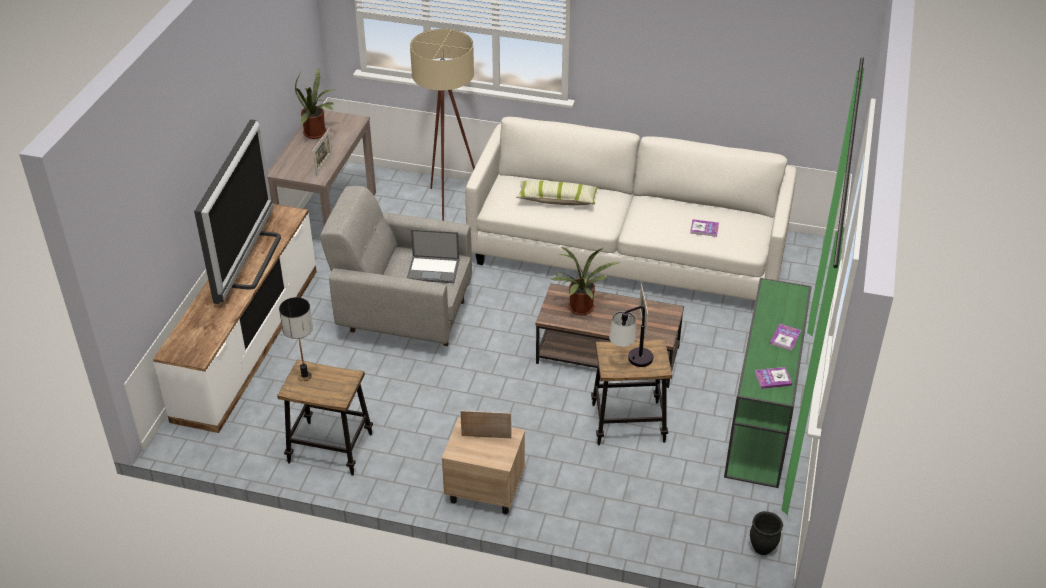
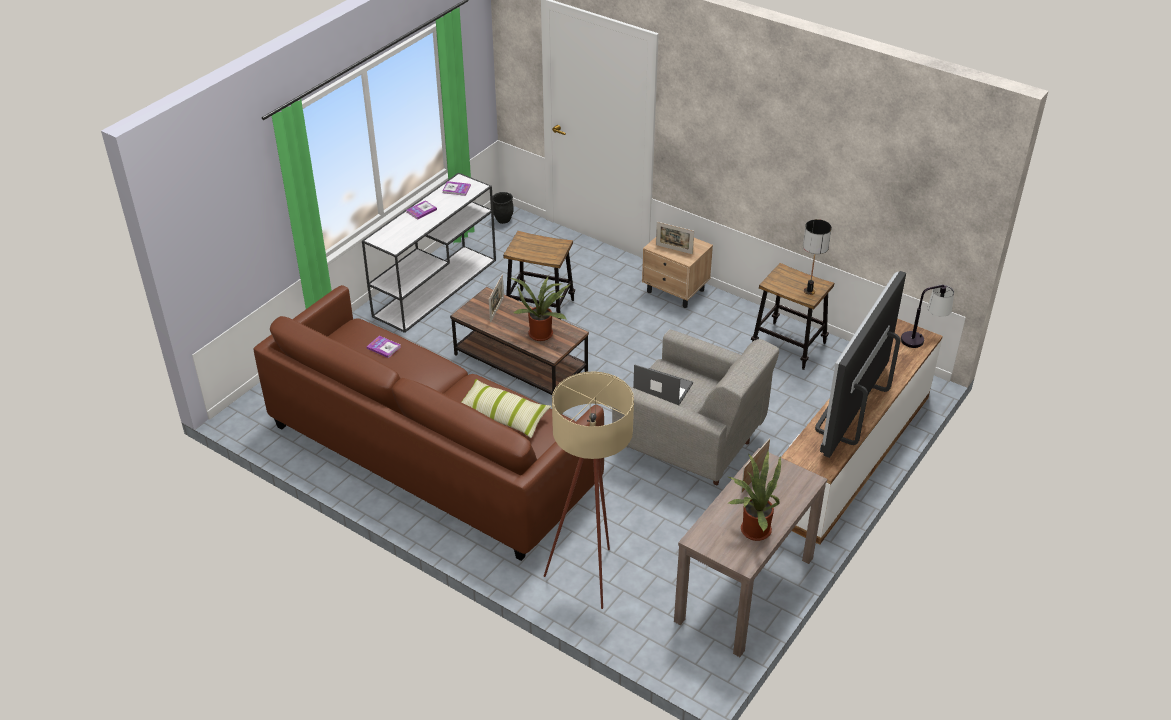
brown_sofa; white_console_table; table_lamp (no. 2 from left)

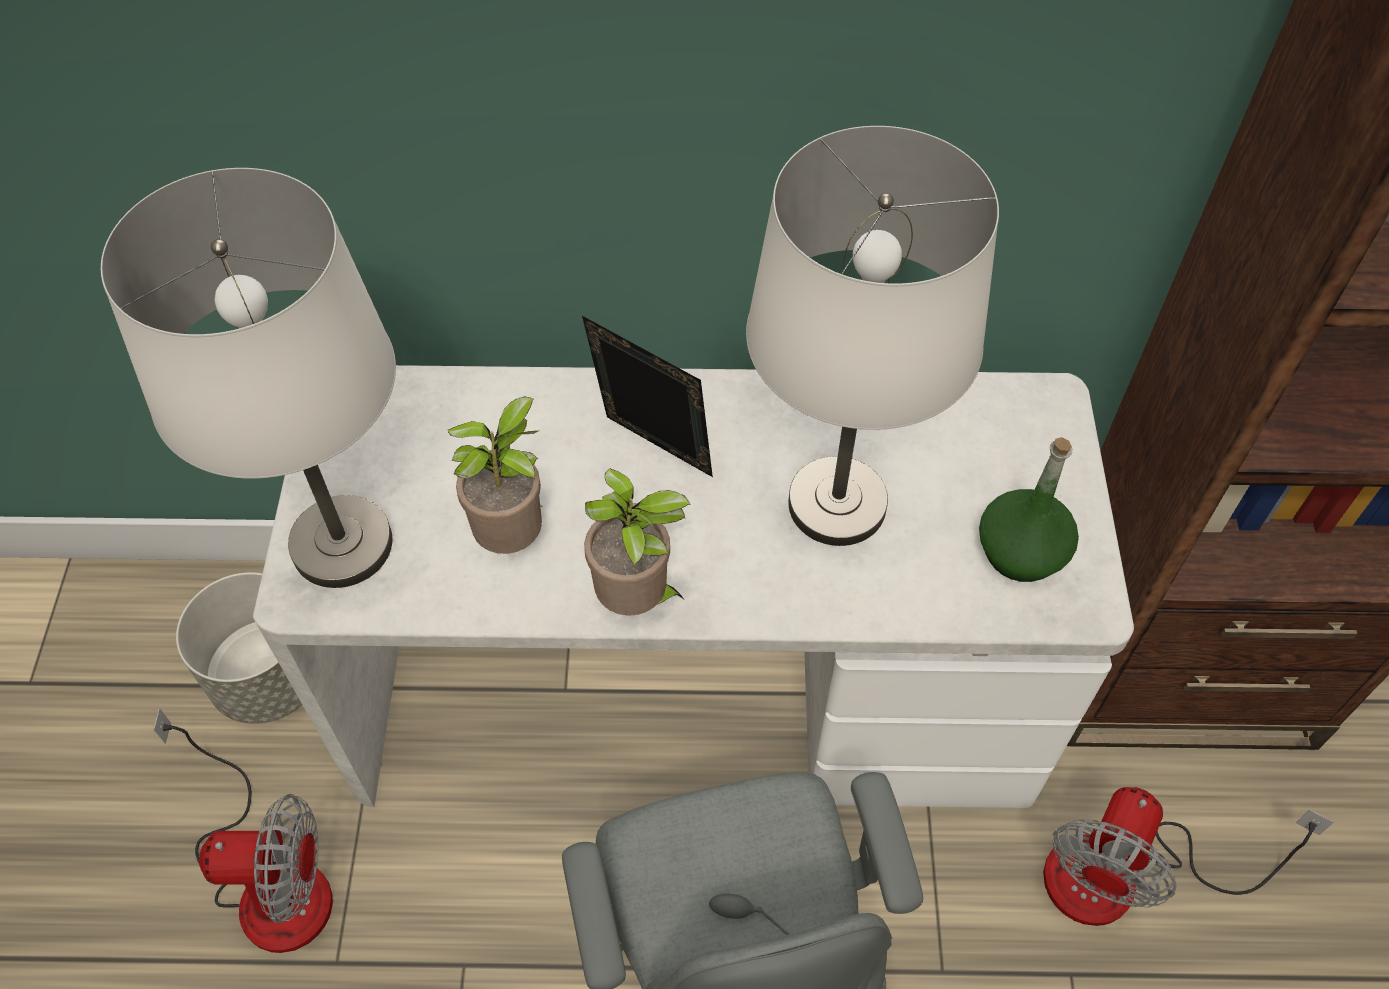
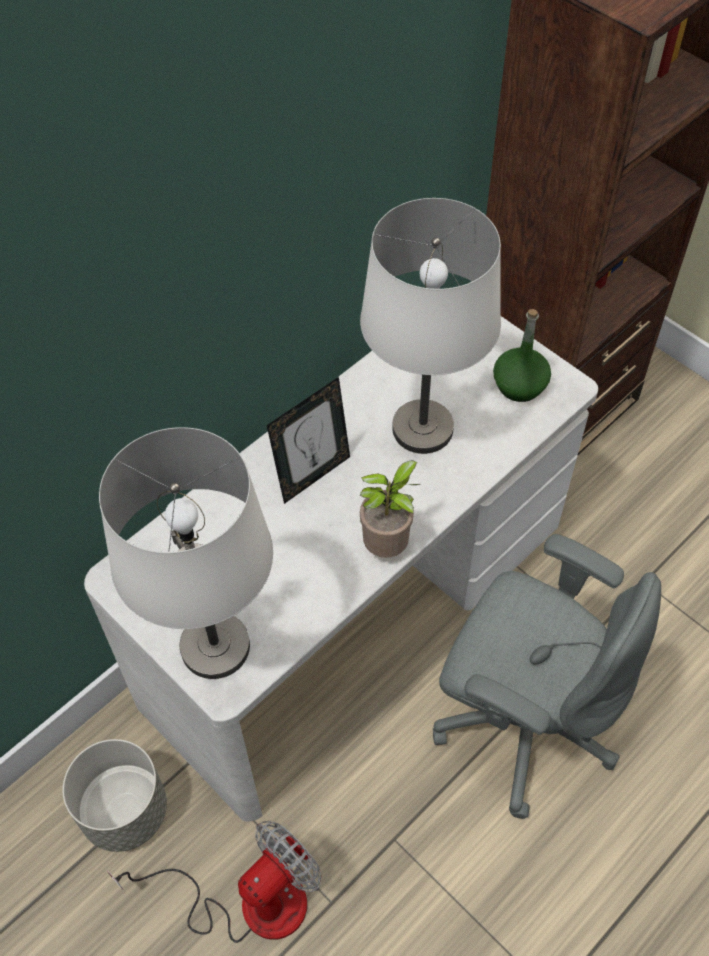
picture_frame; potted_plant (no. 1 from left in the first image); fan (no. 2 from left in the first image)

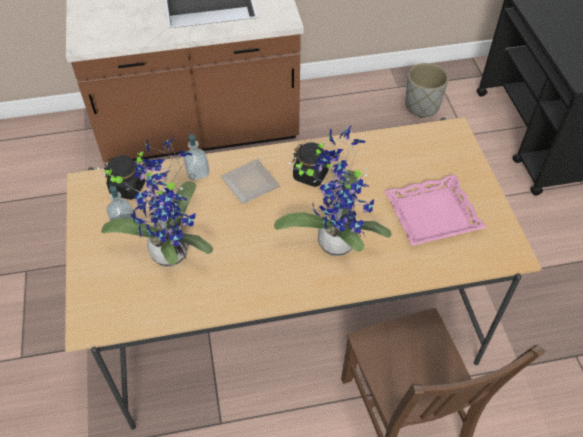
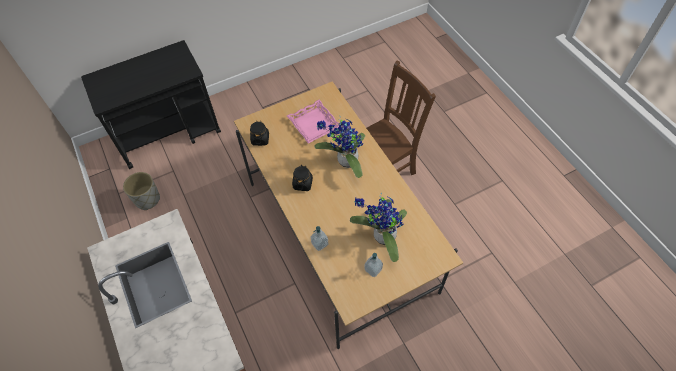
black_jar (no. 1 from left); plate

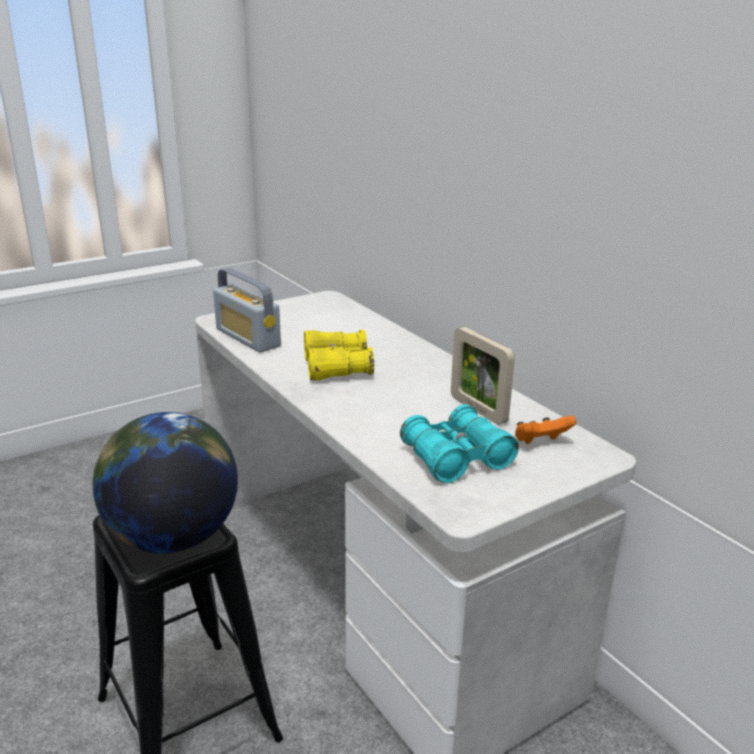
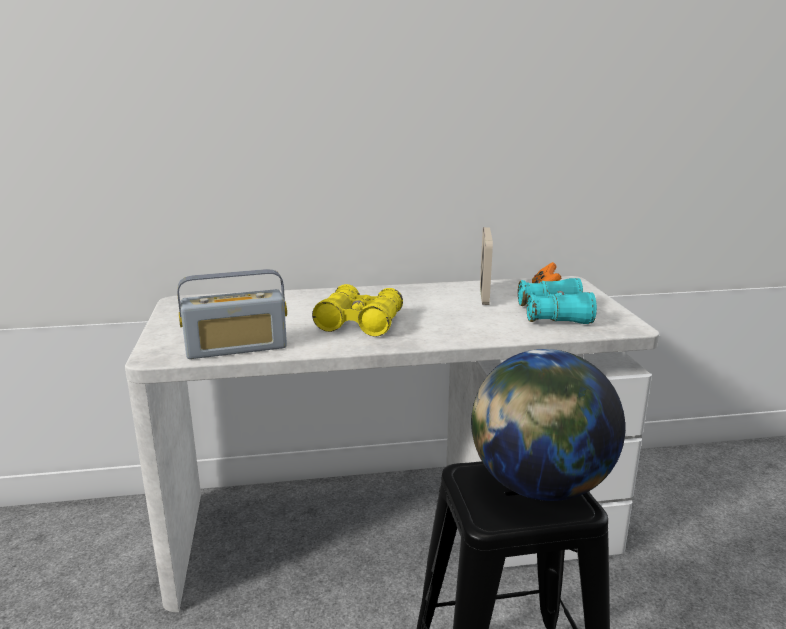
picture_frame

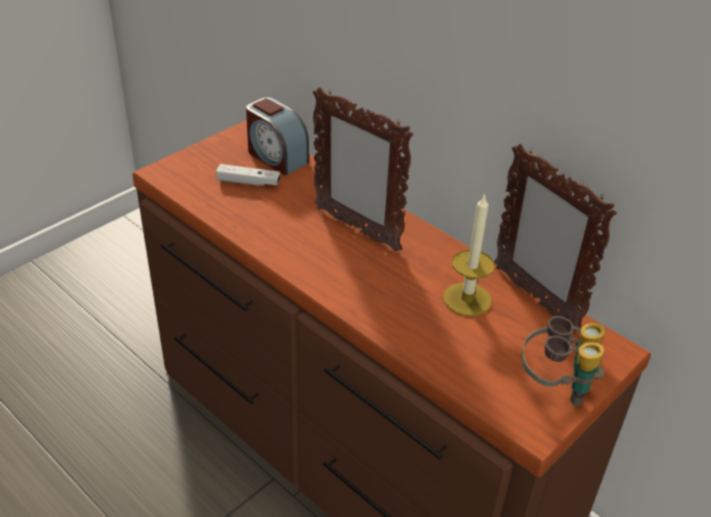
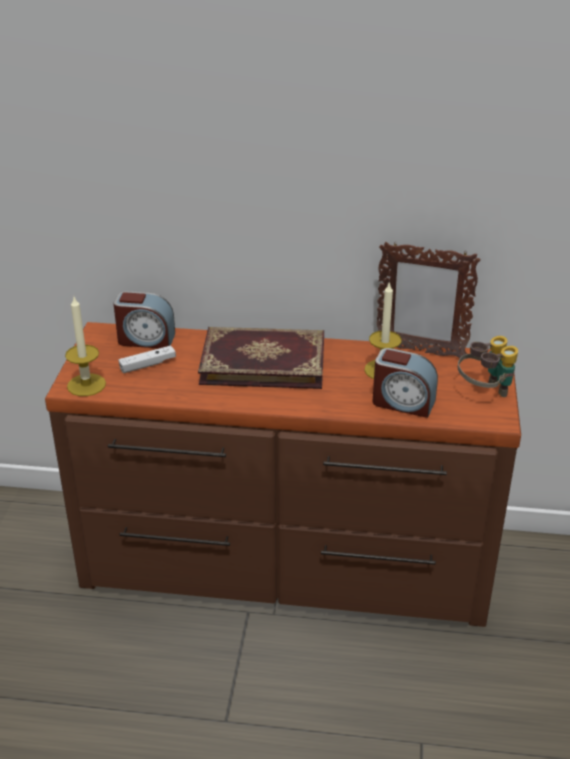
candle (no. 1 from left); book; alarm_clock (no. 2 from left)

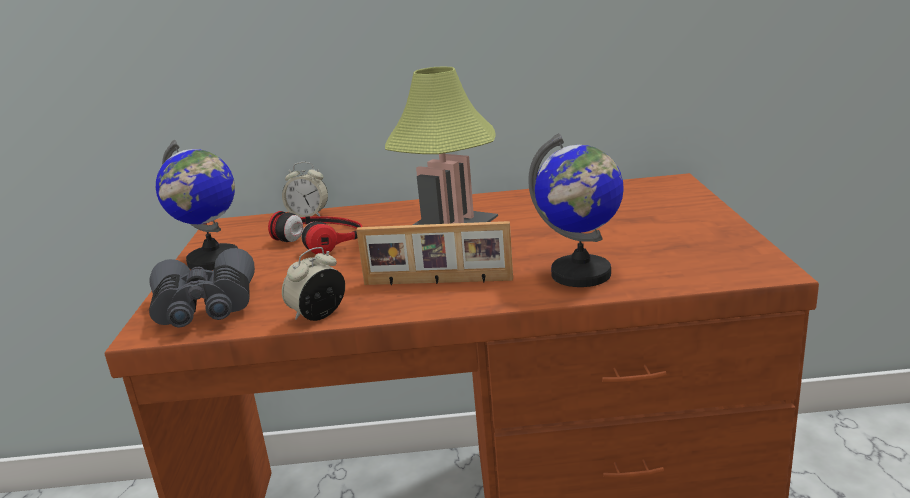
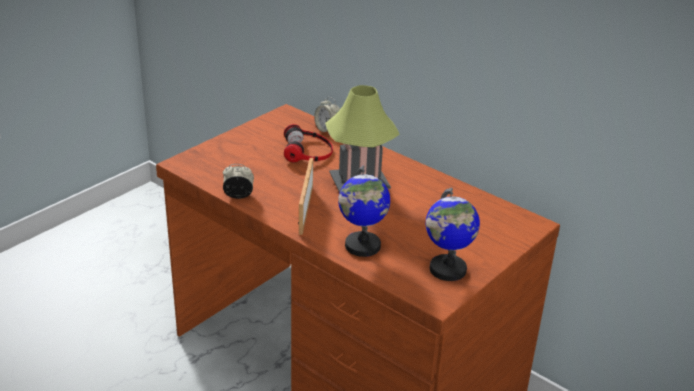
picture_frame; globe (no. 2 from left); grey_binoculars

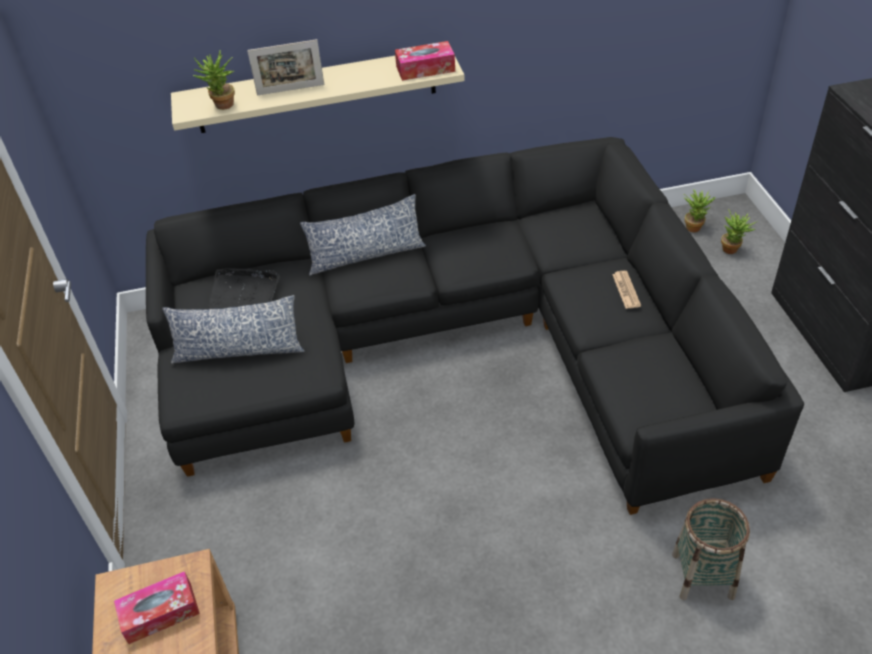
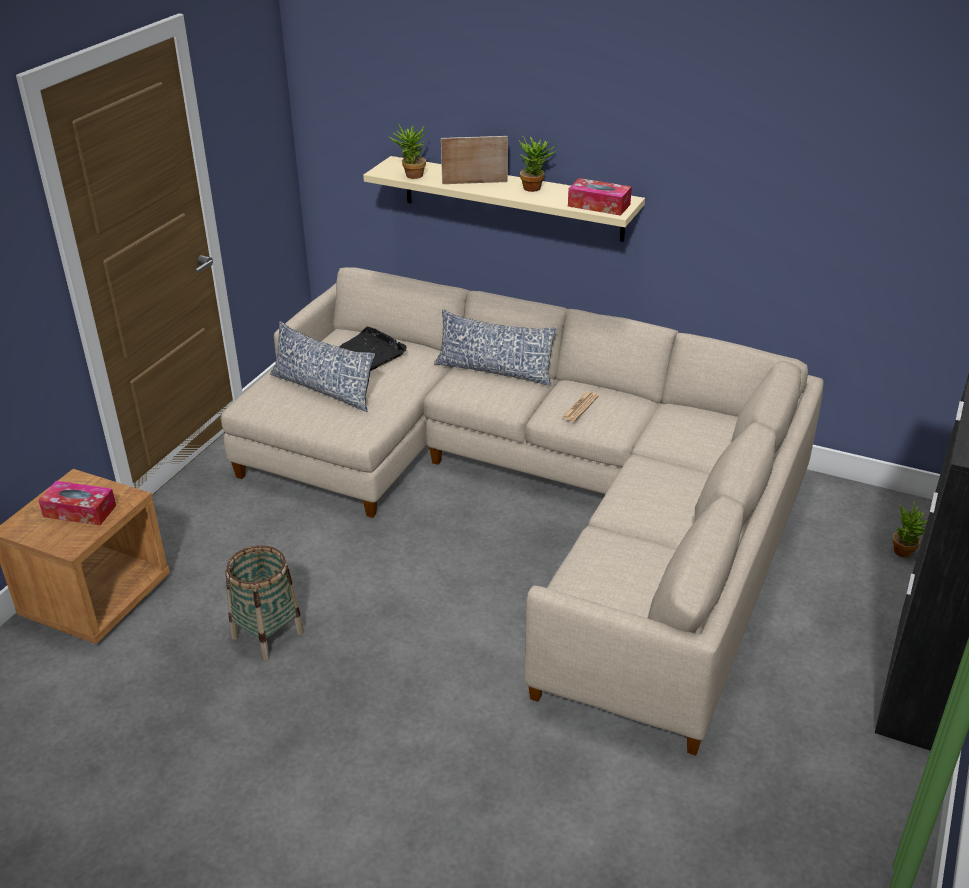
beige_sofa; basket; picture_frame; potted_plant (no. 2 from left); newspaper

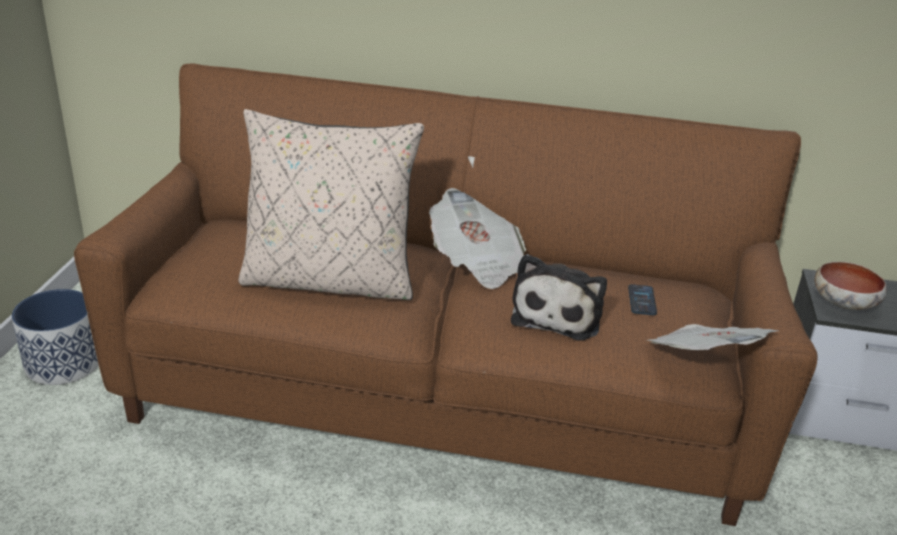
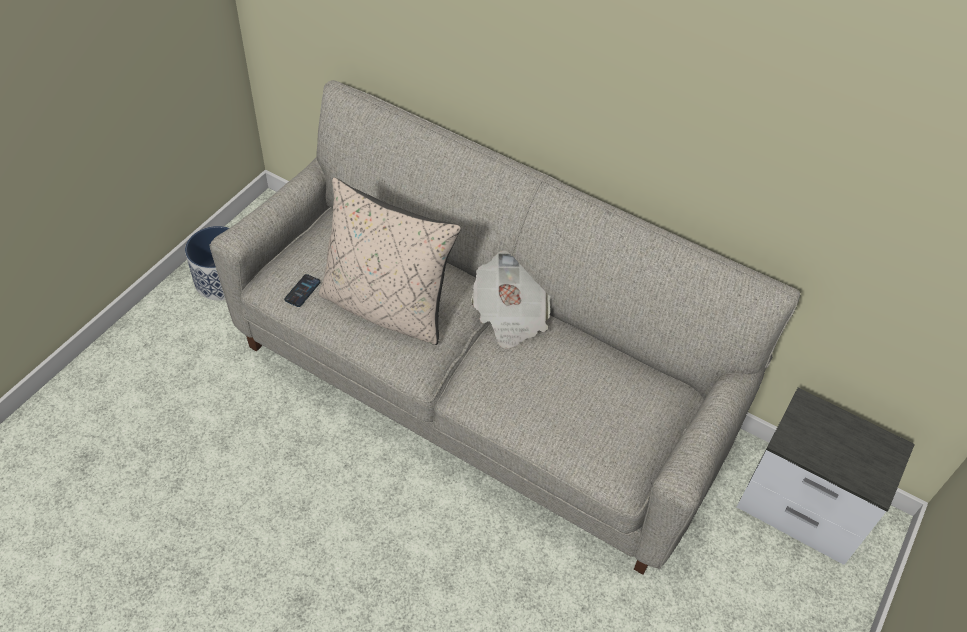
grey_sofa; phone; plush_toy; newspaper (no. 2 from left in the first image); bowl

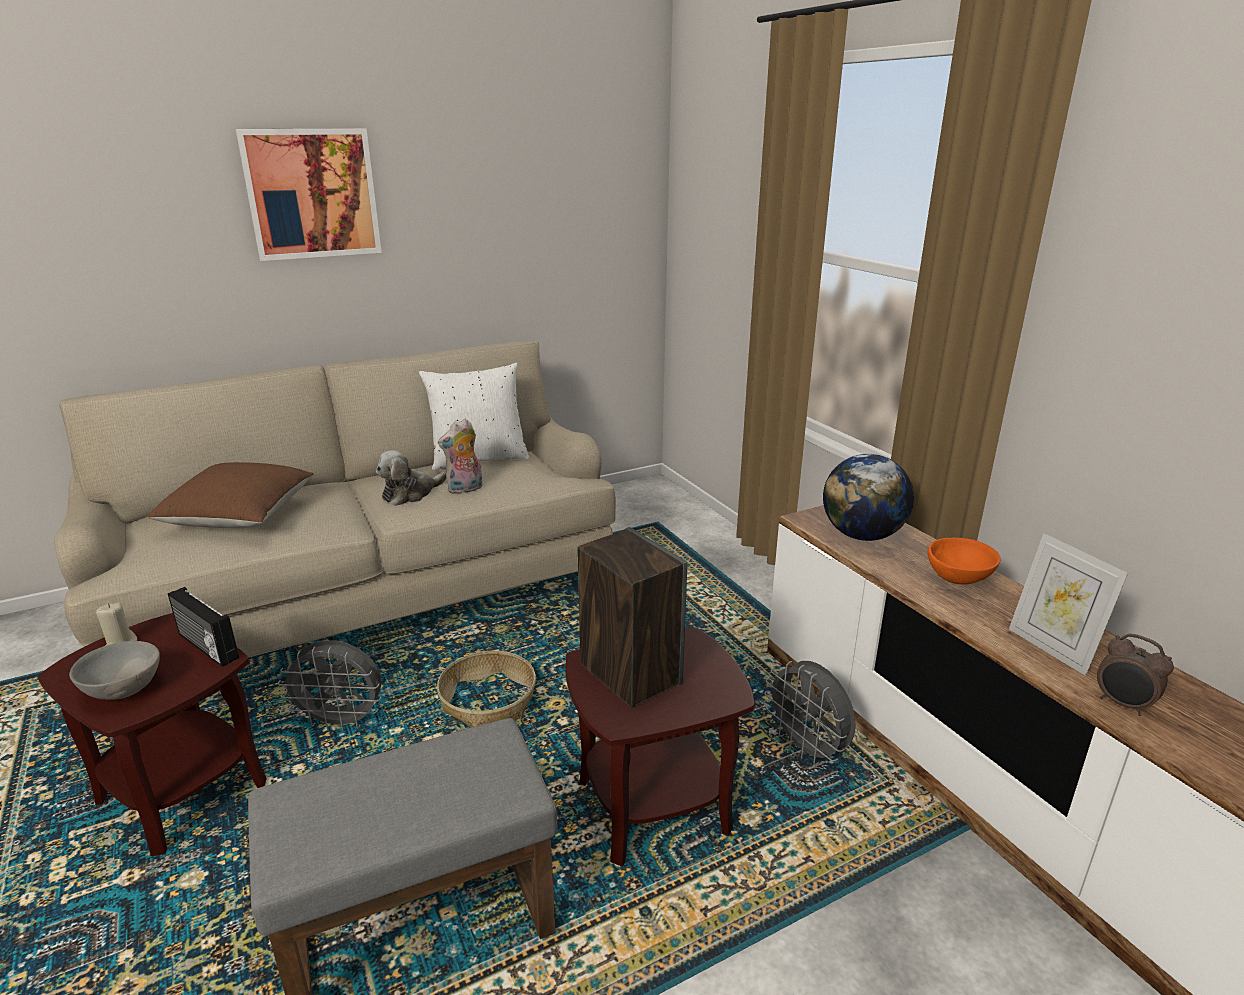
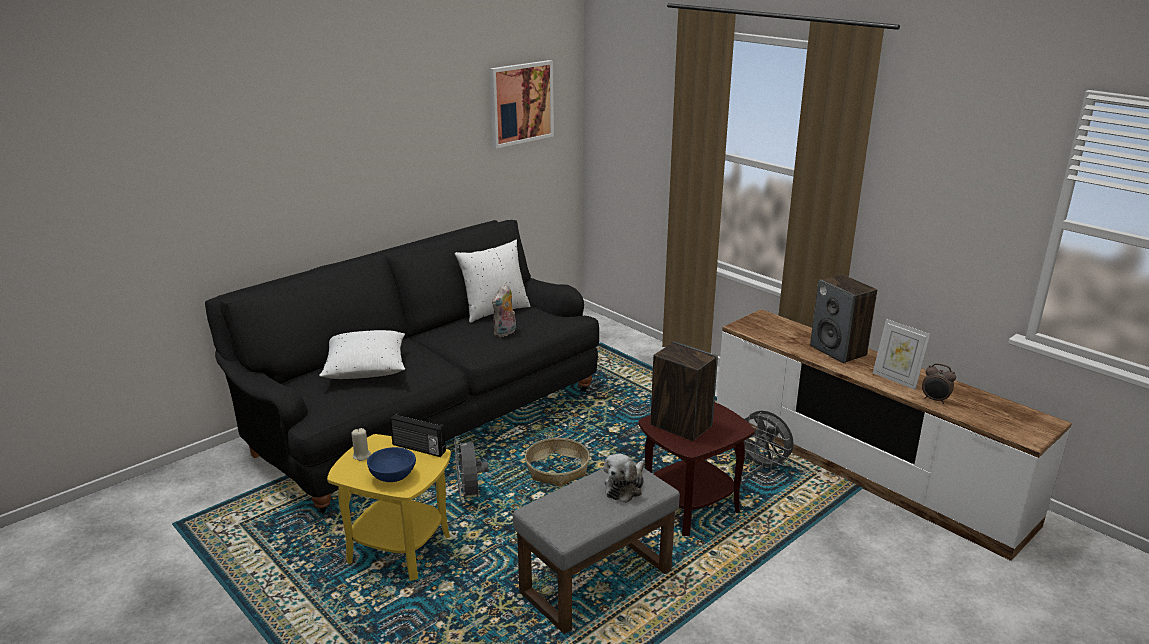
black_sofa; white_pillow (no. 1 from left); yellow_side_table; blue_bowl; grey_fan (no. 1 from left); picture; plush_toy (no. 2 from left); speaker (no. 2 from left); globe

